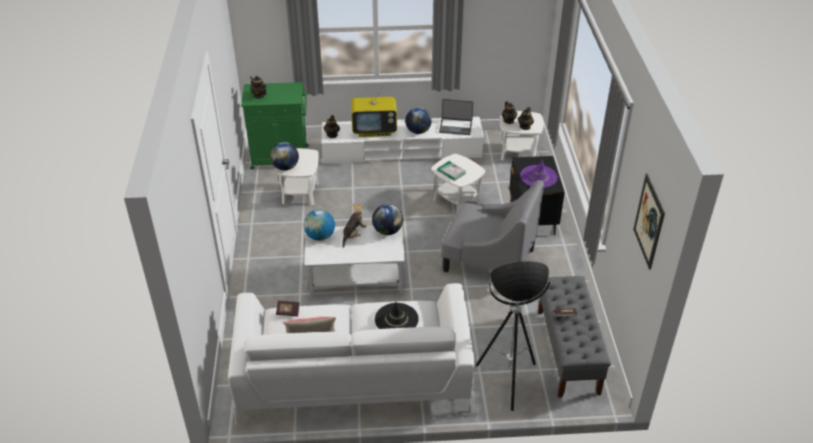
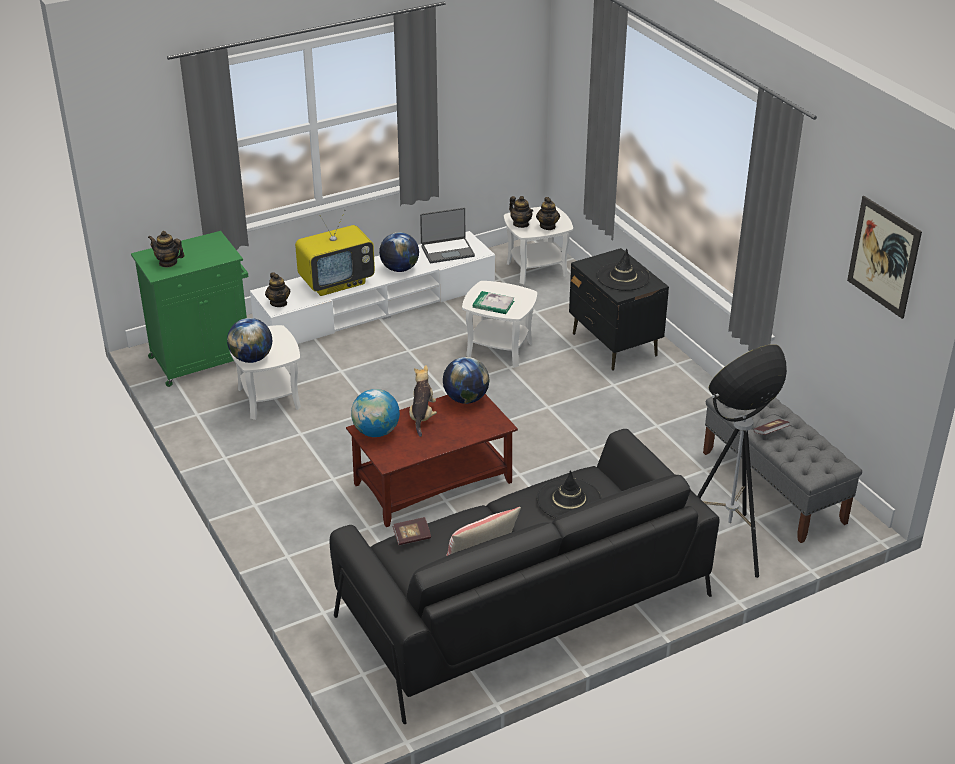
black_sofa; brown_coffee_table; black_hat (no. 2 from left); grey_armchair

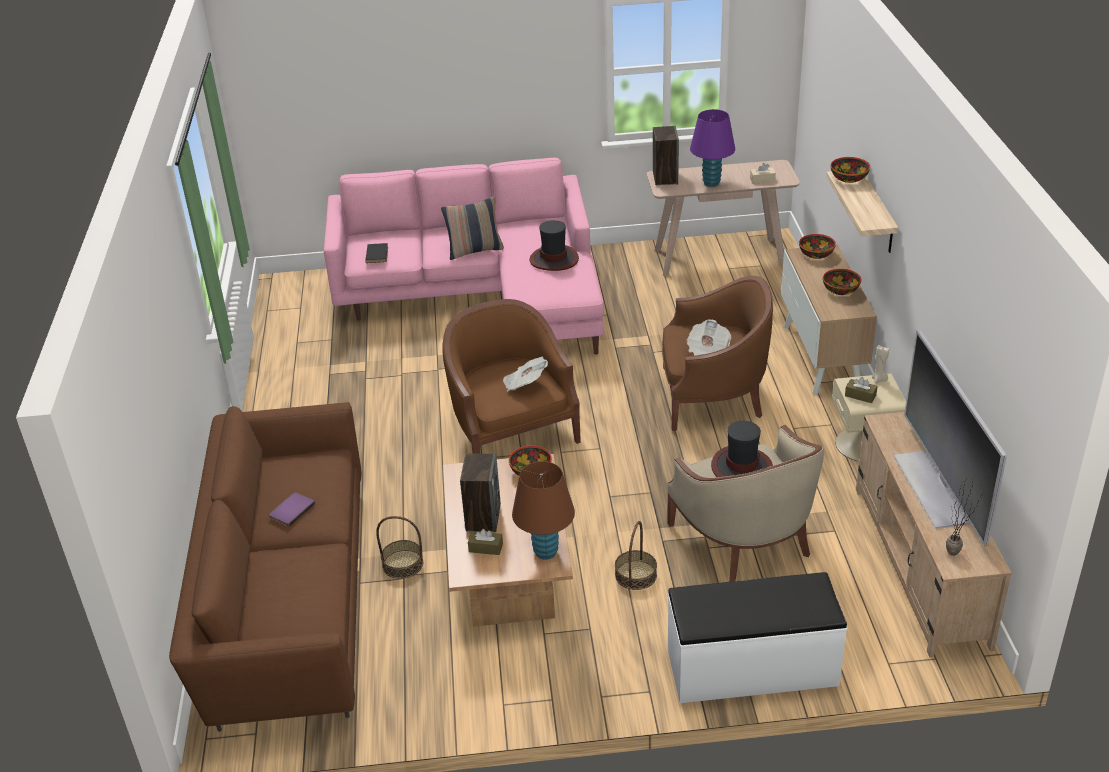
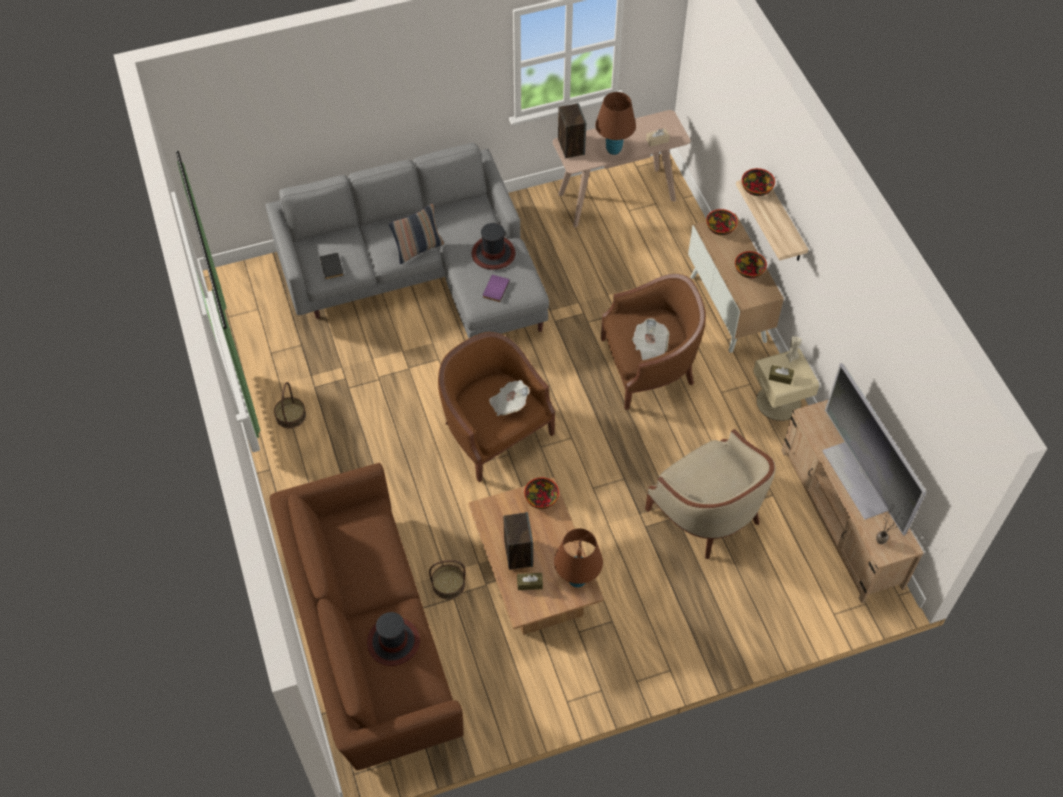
grey_sofa; basket (no. 1 from left); hat (no. 1 from left); purple_book; brown_table_lamp (no. 2 from left); white_bench

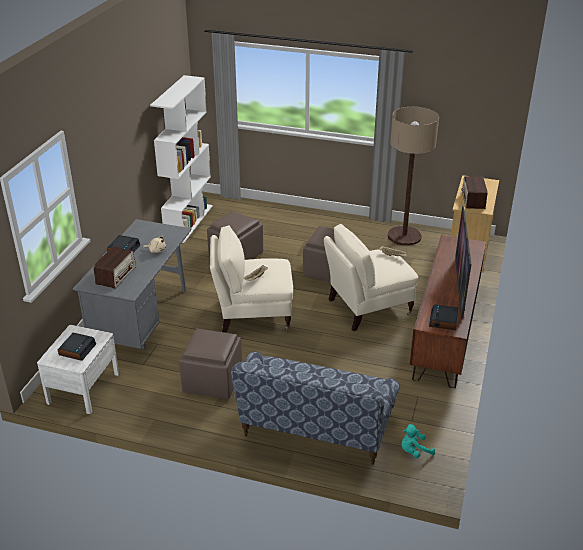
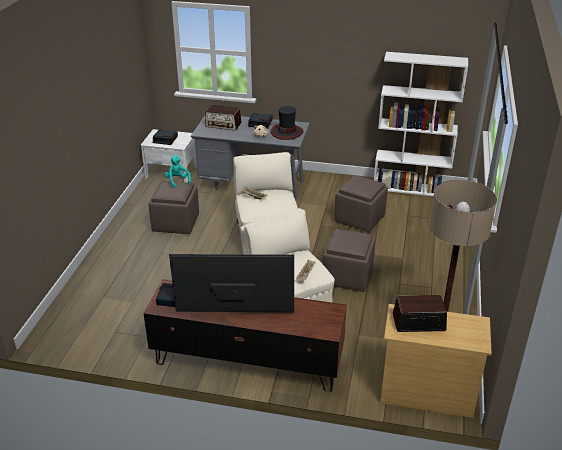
turquoise_plush_toy; hat; sofa

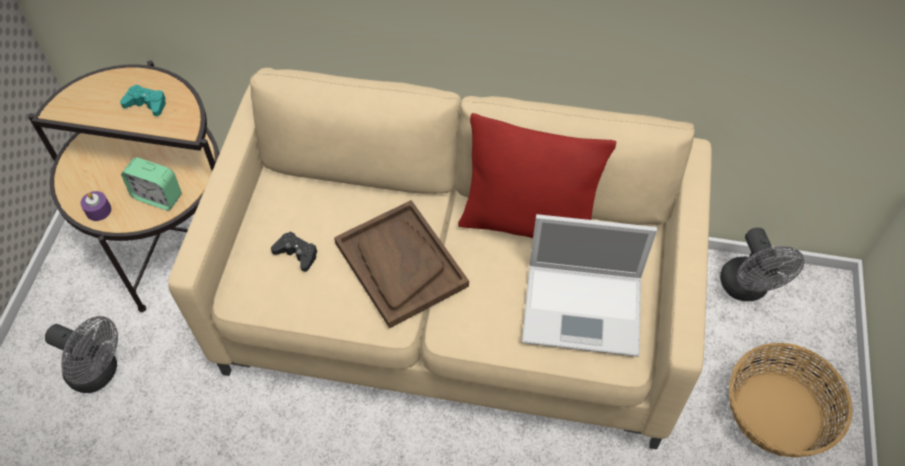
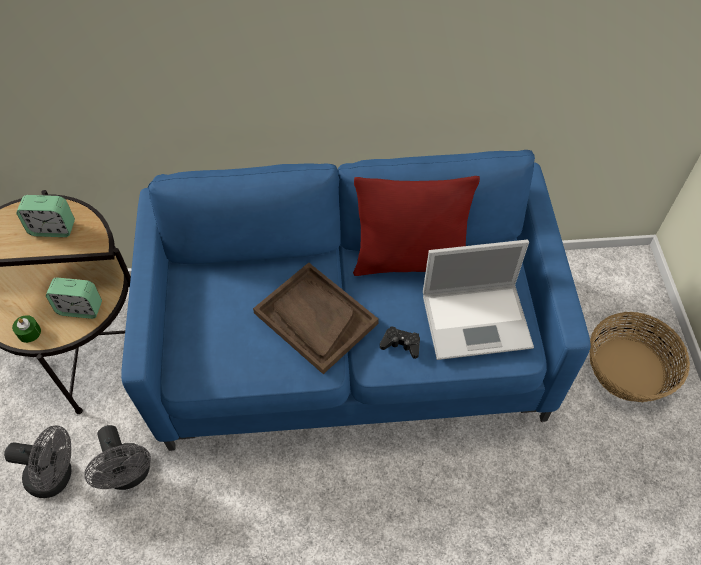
green_candle; alarm_clock (no. 1 from left); grey_fan (no. 2 from left); blue_sofa; black_game_controller

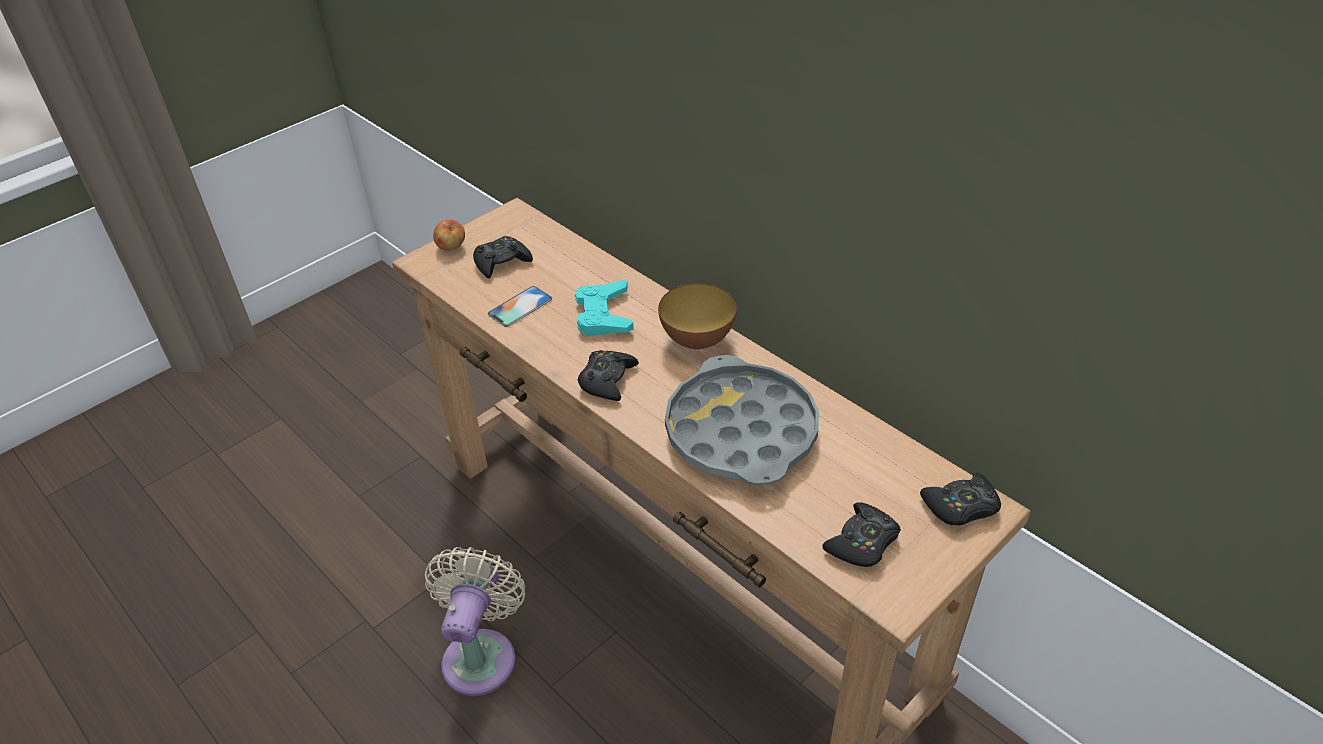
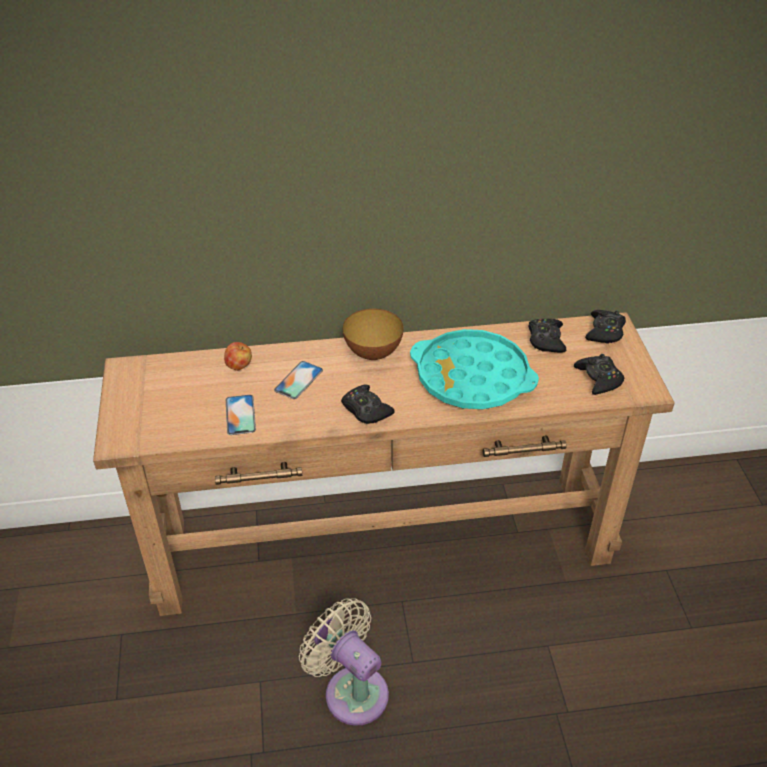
apple; phone (no. 2 from left); turquoise_tray; black_game_controller (no. 2 from left)

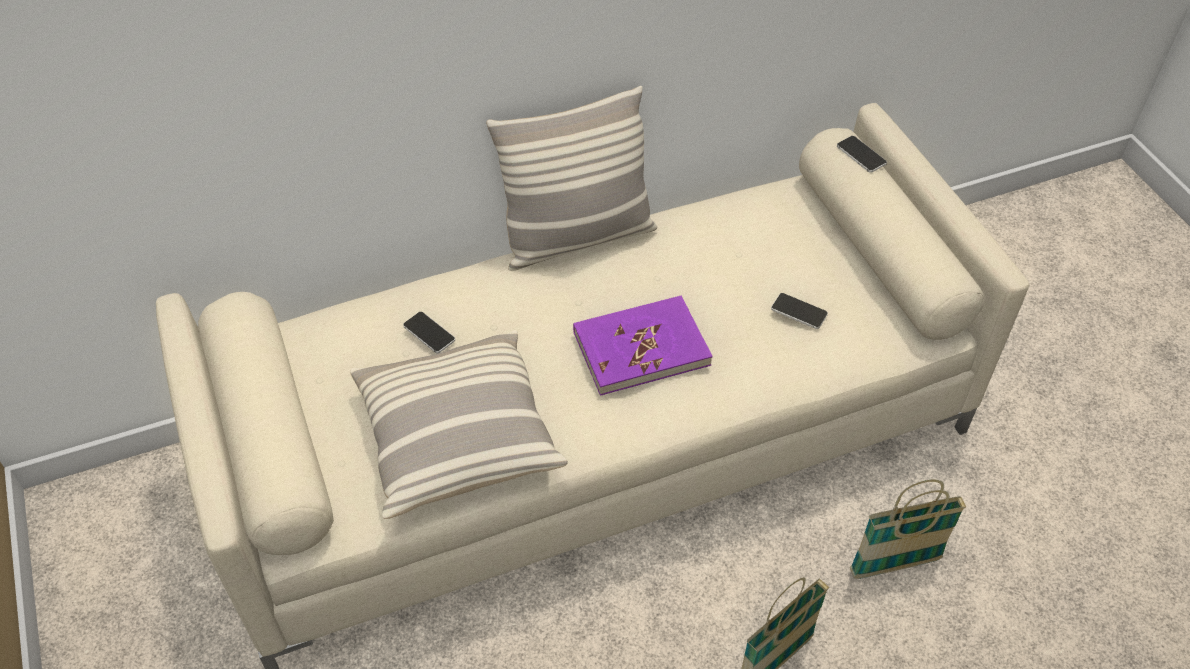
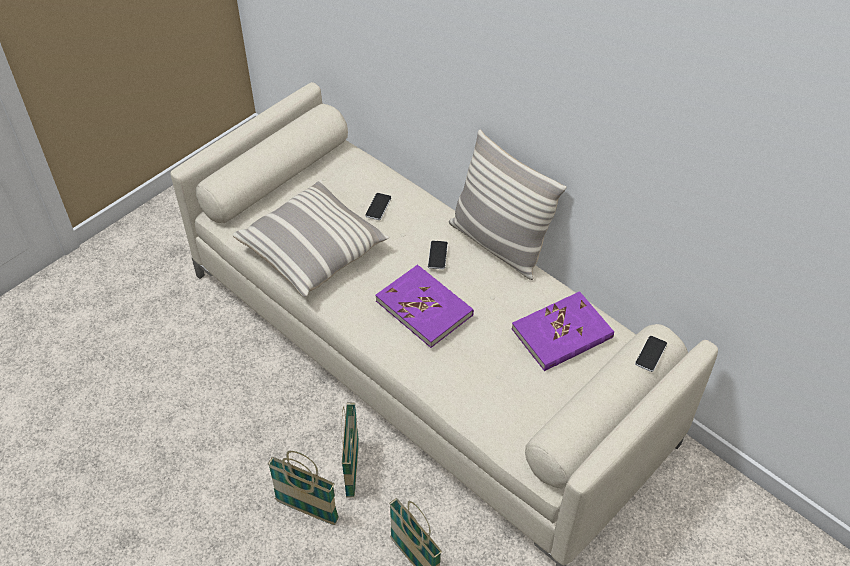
basket (no. 2 from left); phone (no. 2 from left); purple_book (no. 2 from left)

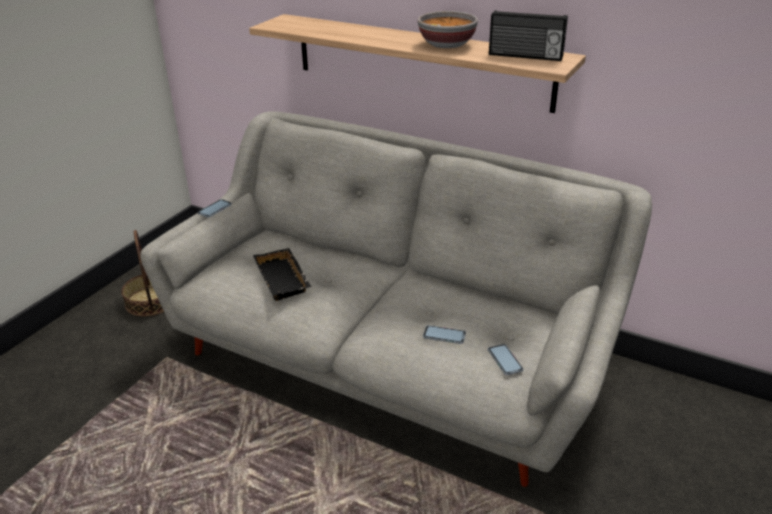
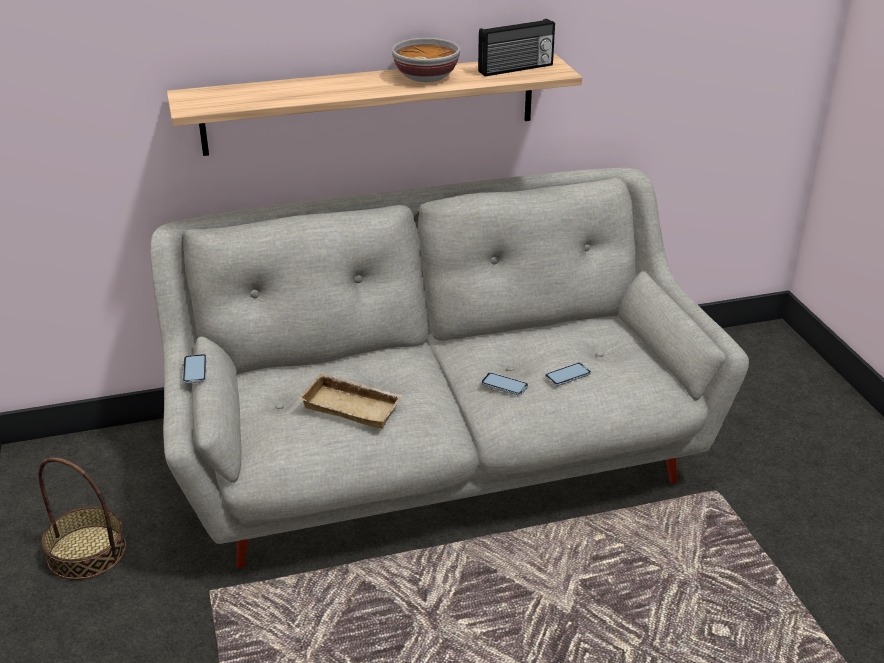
beige_tray; phone (no. 2 from left)

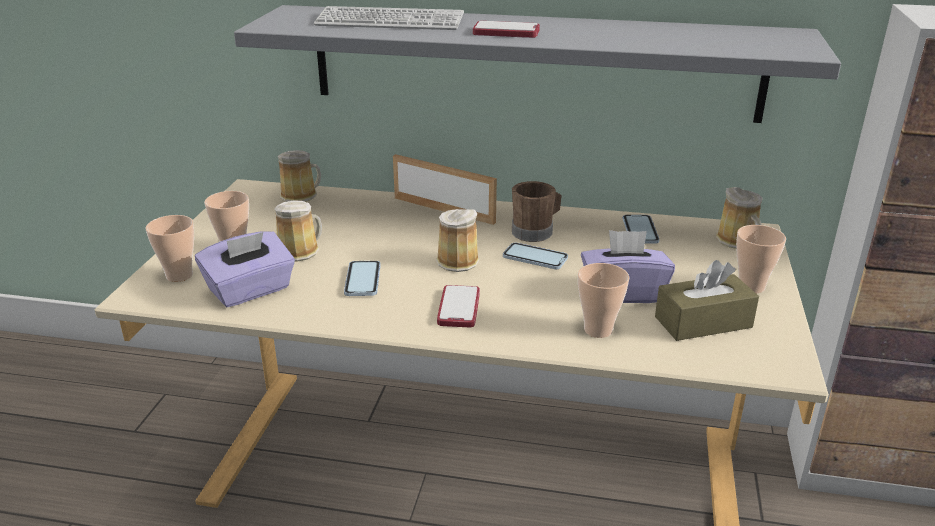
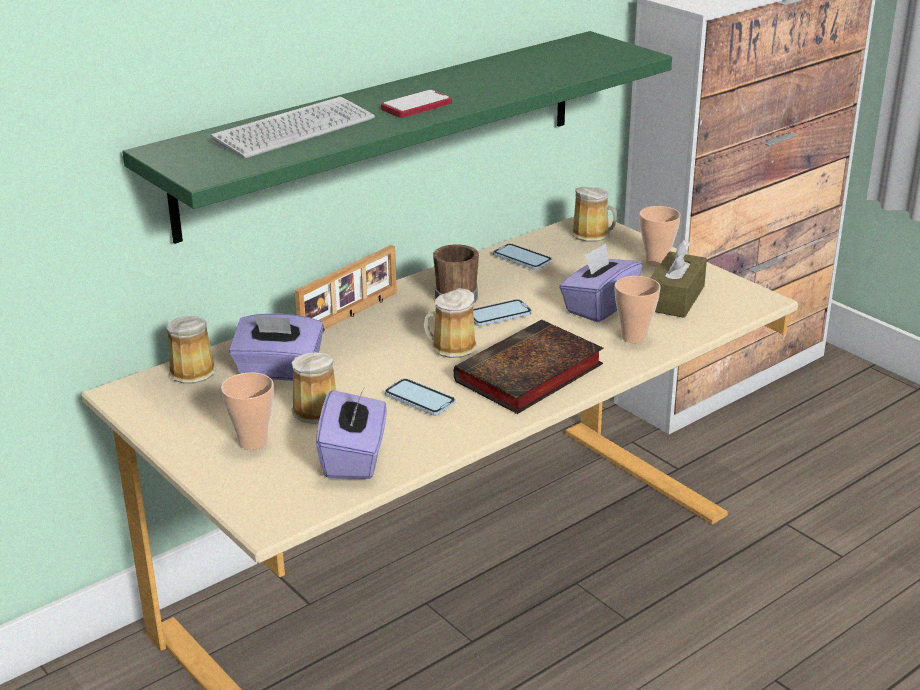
green_shelf; purple_tissue_box (no. 1 from left); picture_frame; book; cup (no. 1 from left in the first image)

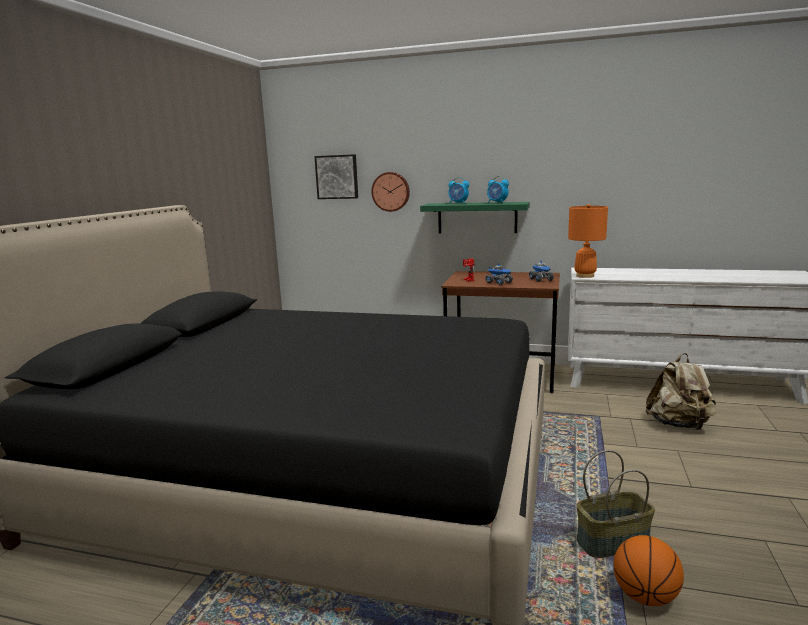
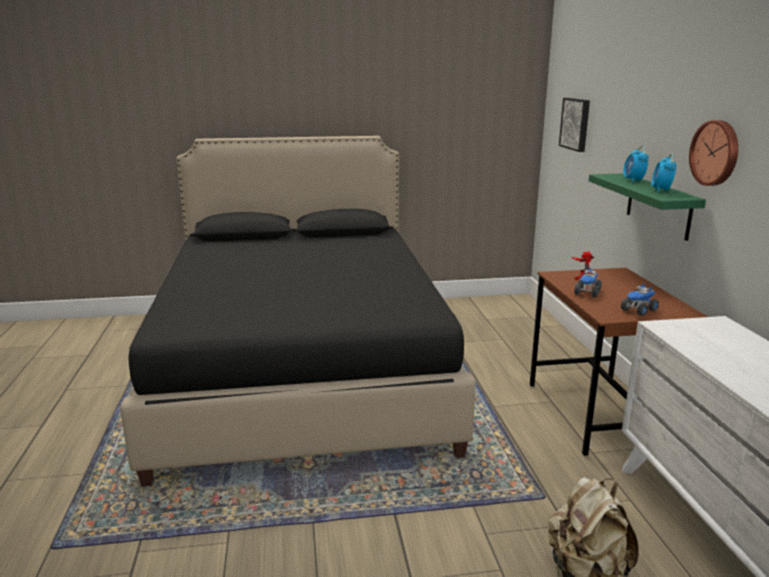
wall_clock; orange_table_lamp; basket; basketball

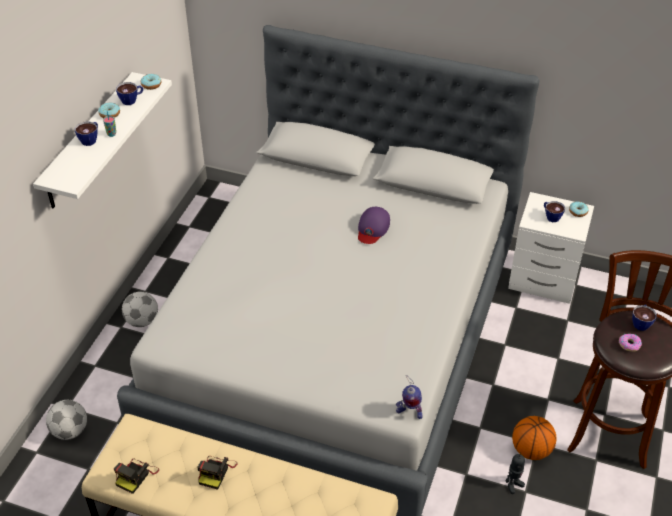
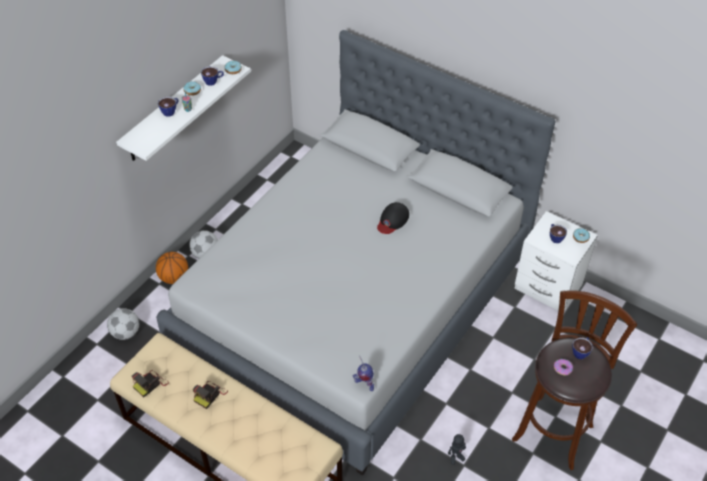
basketball; black_cap

